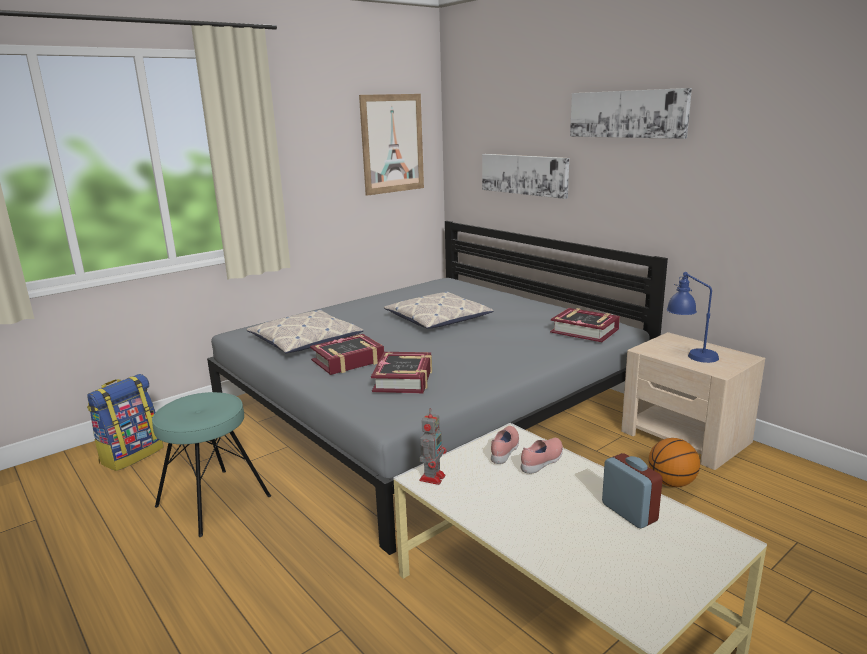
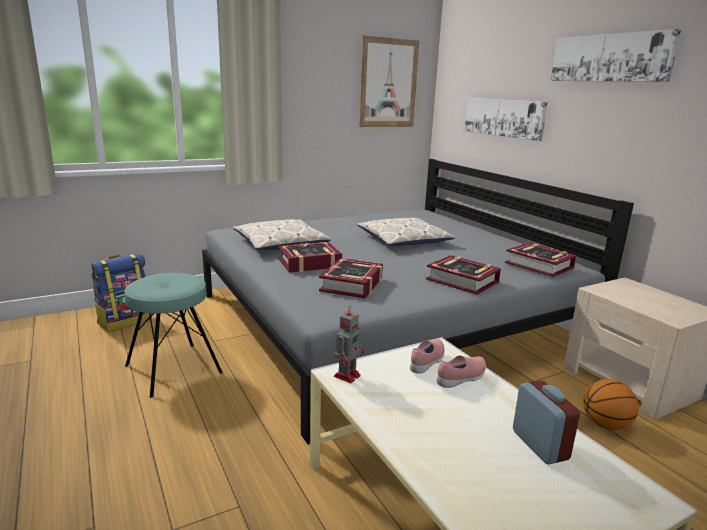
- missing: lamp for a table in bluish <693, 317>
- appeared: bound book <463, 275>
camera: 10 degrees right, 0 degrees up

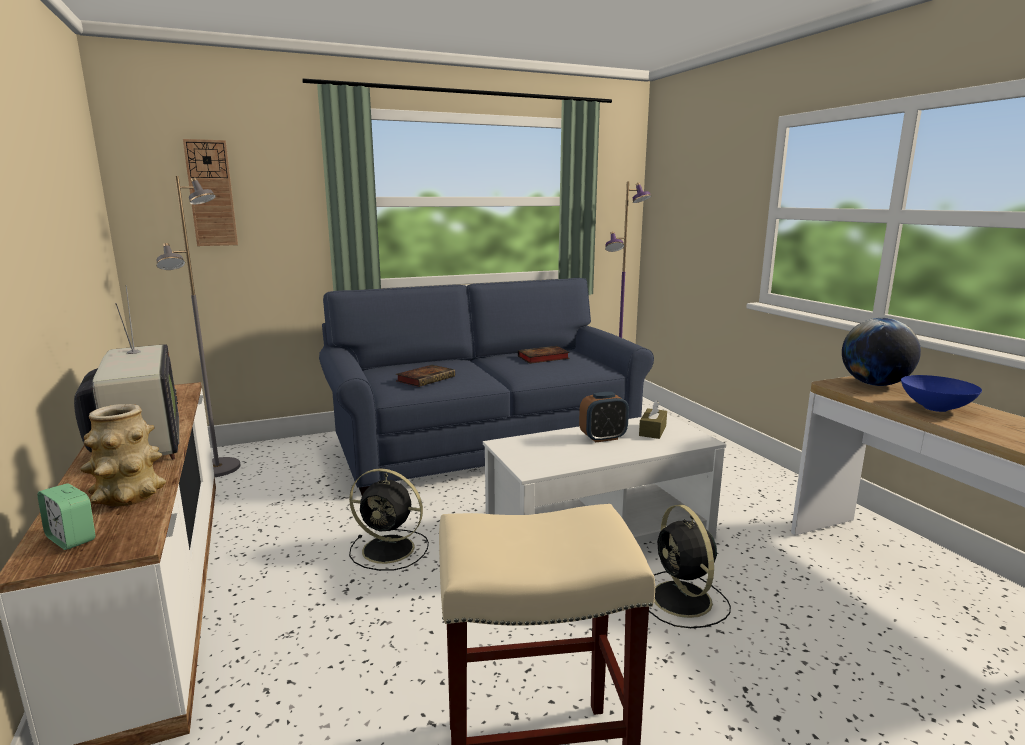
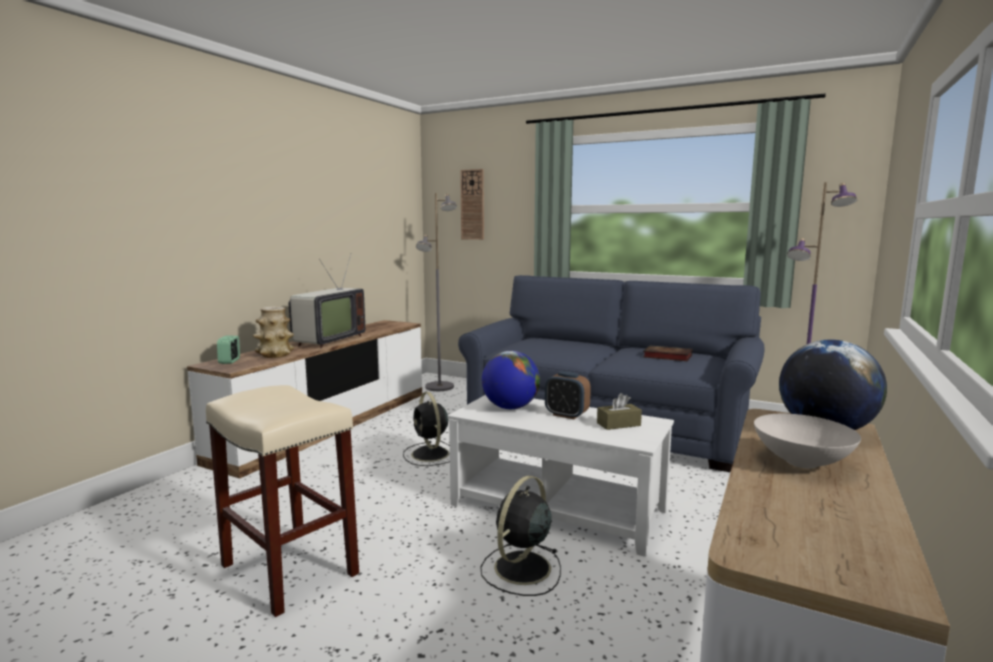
- missing: bound book <425, 376>
- appeared: desk globe <511, 380>
- colour: deep dish in bluish <941, 393> to deep dish in white-coloured <807, 441>
camera: 50 degrees right, 5 degrees down

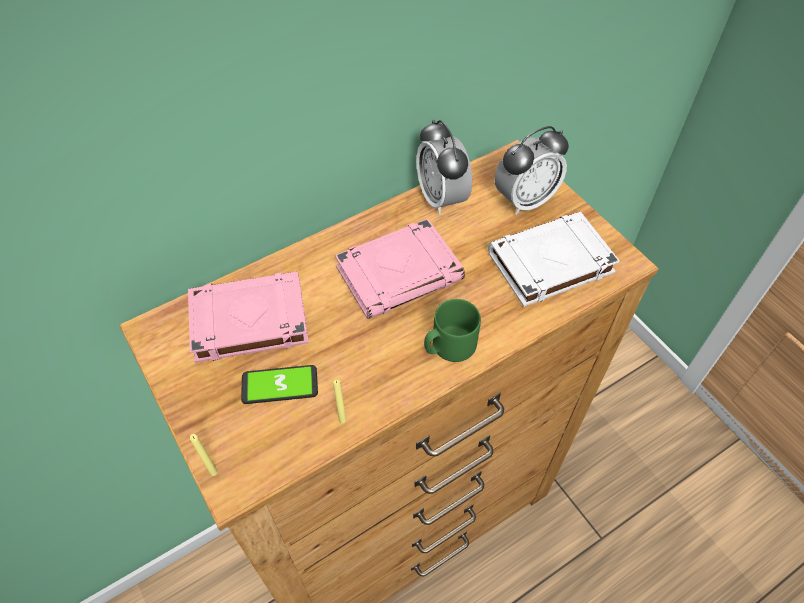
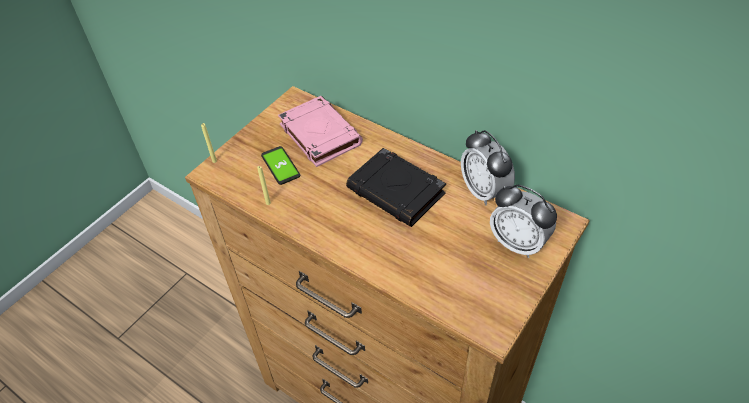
- missing: coffee mug in greenish <452, 330>
- missing: bound book in white-coloured <554, 259>
- colour: bound book in pinkish <400, 269> to bound book in blackish <396, 187>
- spun: table clock <444, 167> = <488, 168> 75 degrees counterclockwise
camera: 70 degrees right, 5 degrees down

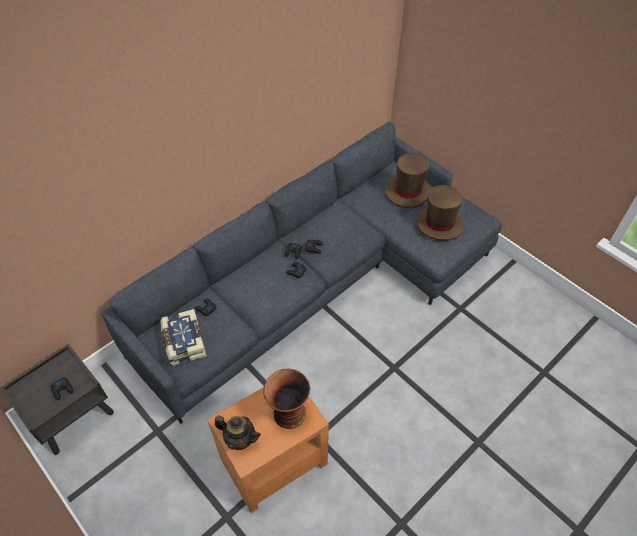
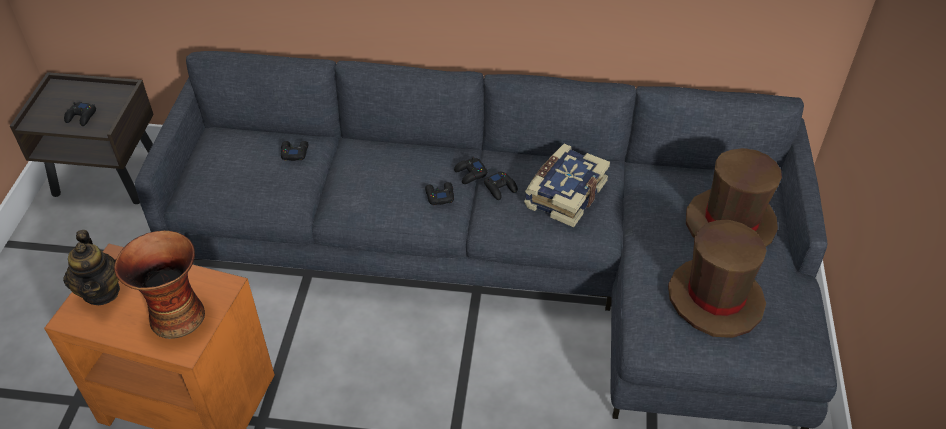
- relocated: bound book <184, 337> to <567, 185>
camera: 50 degrees right, 5 degrees down

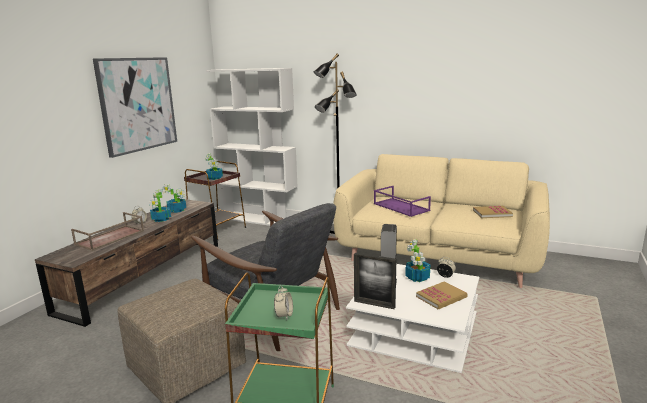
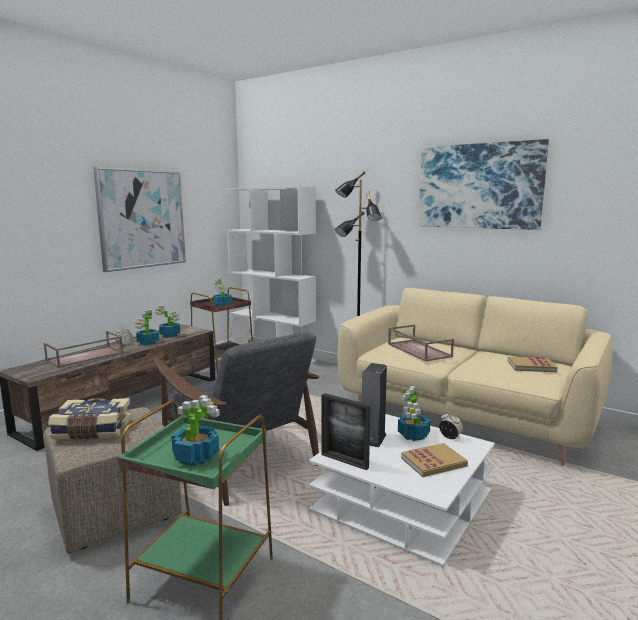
- appeared: bound book <89, 418>
- appeared: wall art <483, 184>
- exchanged: table clock <283, 302> to plant in a pot <196, 430>
- colour: carrying tray in purple-coloured <402, 201> to carrying tray in brownish <421, 343>
camera: 10 degrees right, 5 degrees down

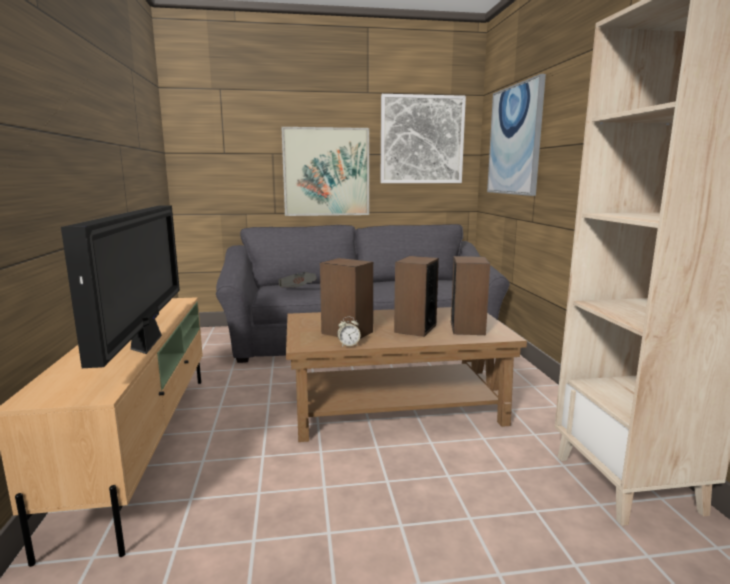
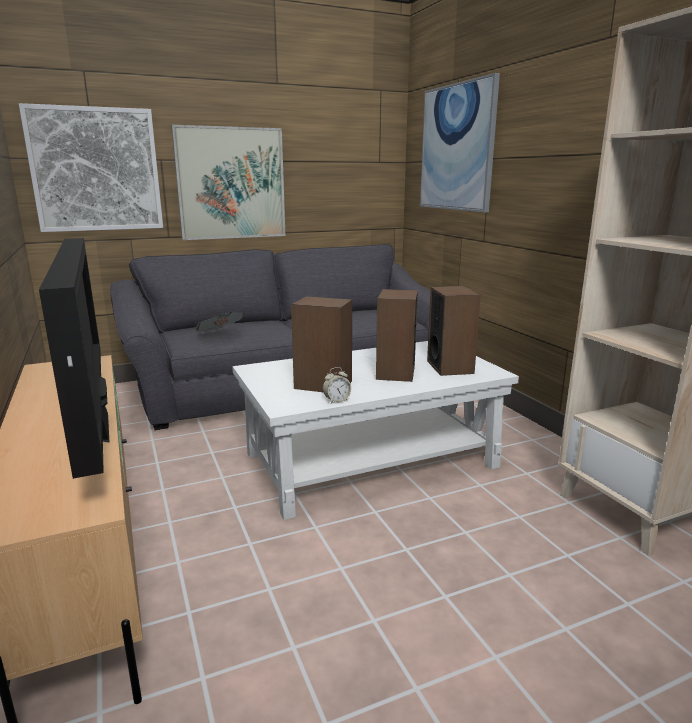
- relocated: wall art <423, 138> to <91, 167>
- colour: lounge table in brownish <406, 374> to lounge table in white-coloured <375, 430>
camera: 15 degrees left, 5 degrees up

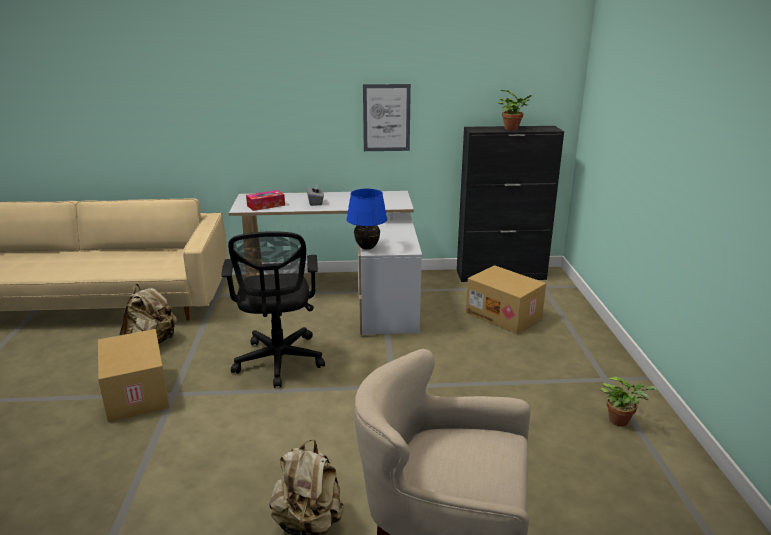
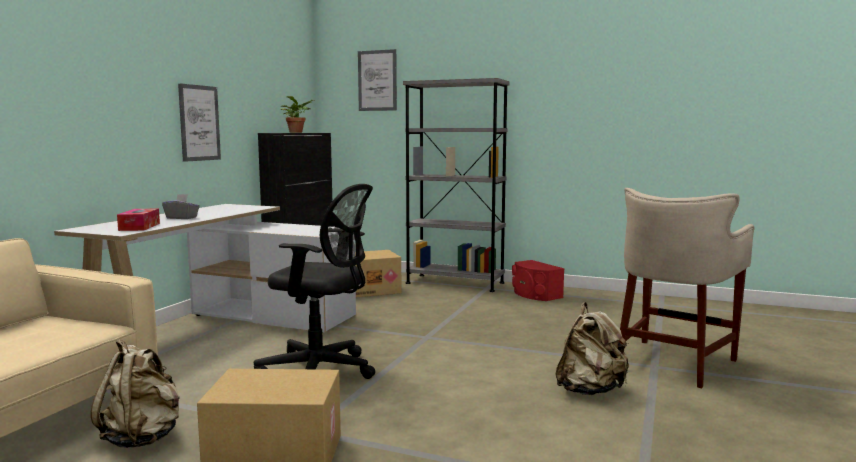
- missing: lamp for a table in bluish <367, 219>
- appeared: wall art <377, 80>
- appeared: shelving unit in greyish <456, 185>
- exchanged: plant in a pot <629, 401> to loudspeaker in red-coloured <538, 280>
camera: 65 degrees left, 15 degrees down

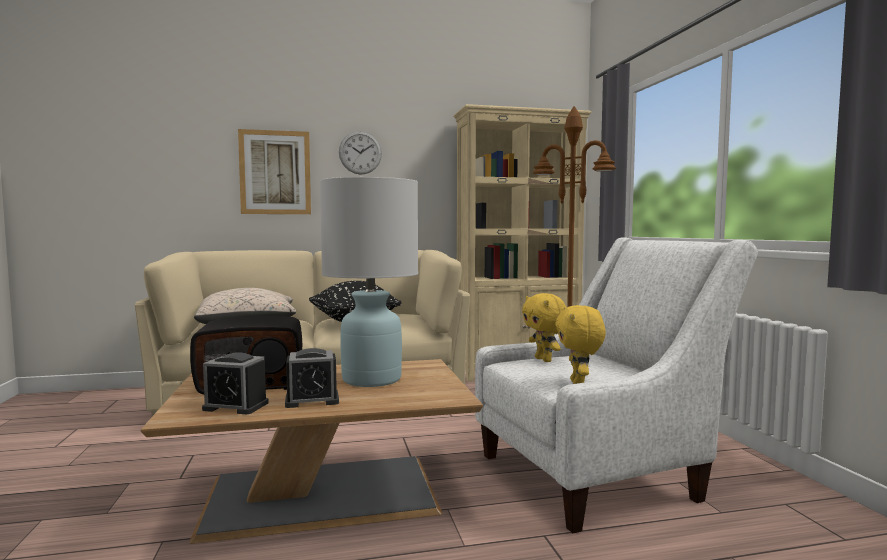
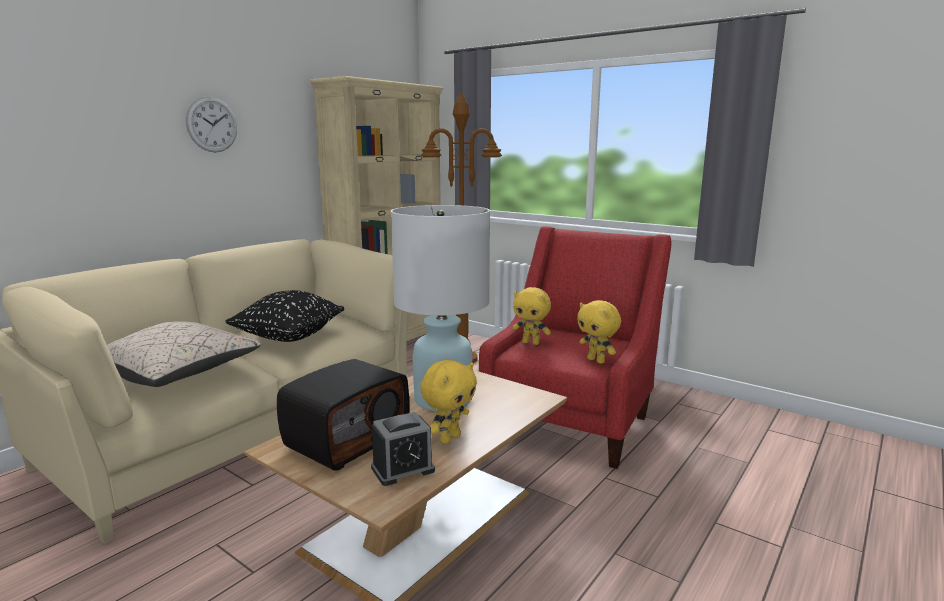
- missing: wall art <274, 171>
- exchanged: table clock <312, 378> to soft toy in yellow-coloured <448, 402>
- colour: lounge chair in white-coloured <616, 385> to lounge chair in red-coloured <575, 347>
camera: 40 degrees left, 10 degrees up

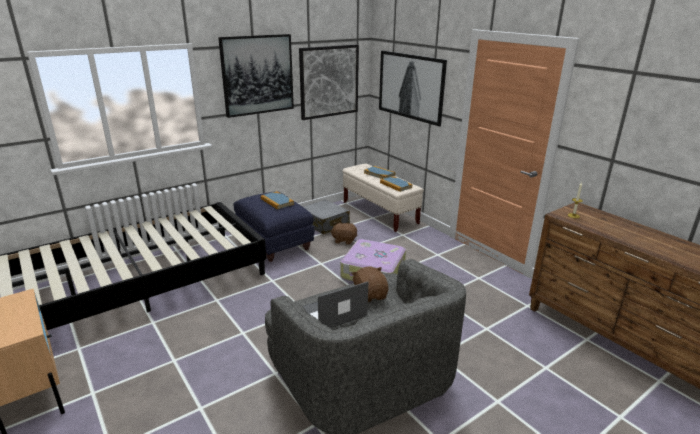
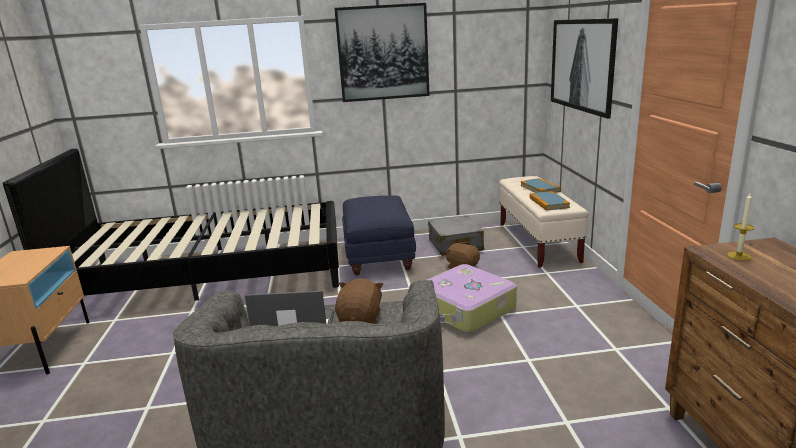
- missing: bound book <277, 200>
- missing: wall art <329, 82>
camera: 30 degrees right, 5 degrees down

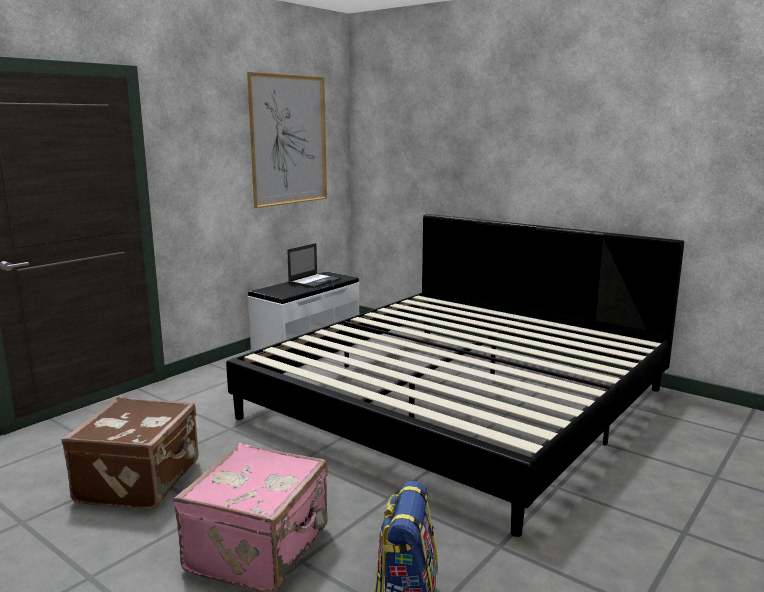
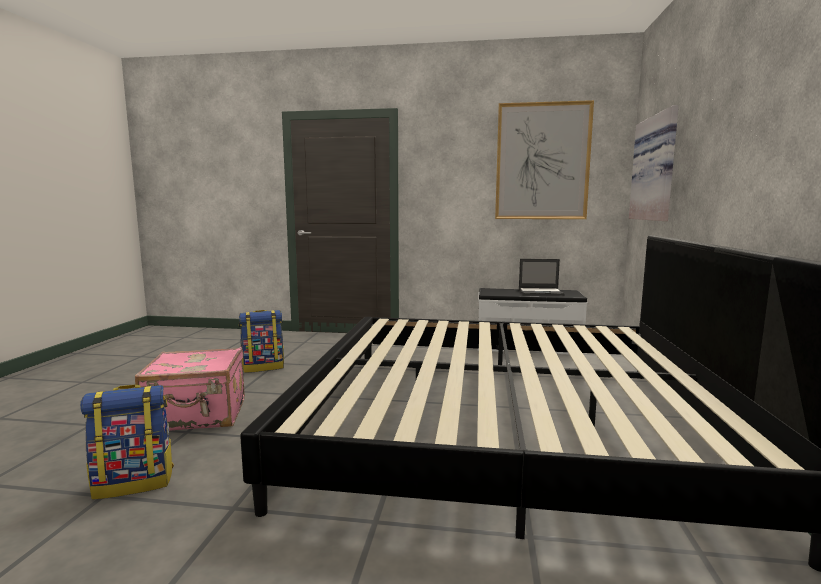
- appeared: wall art <654, 163>
- exchanged: piece of luggage in brownish <130, 453> to knapsack <261, 341>
camera: 60 degrees right, 5 degrees down

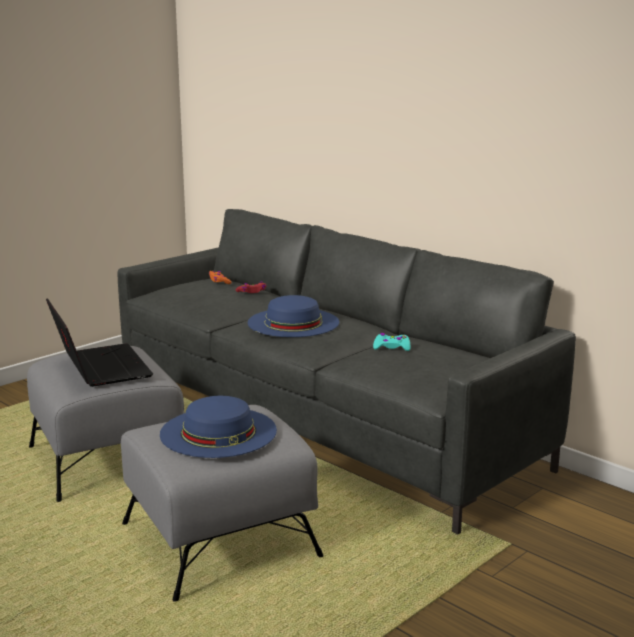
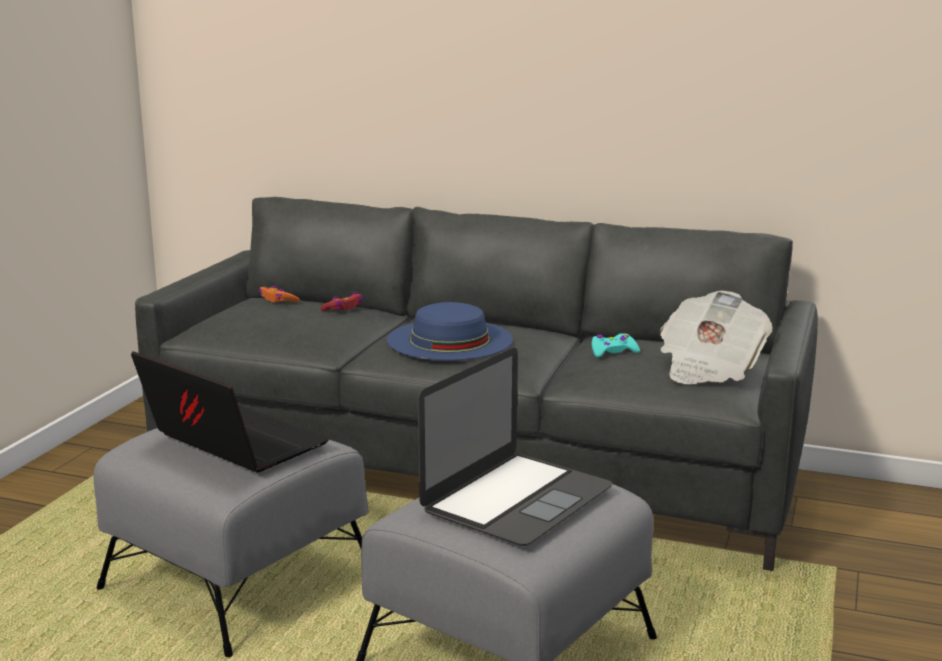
- appeared: newspaper <716, 337>
- exchanged: hat in bluish <218, 427> to portable computer <515, 447>
camera: 25 degrees left, 0 degrees up

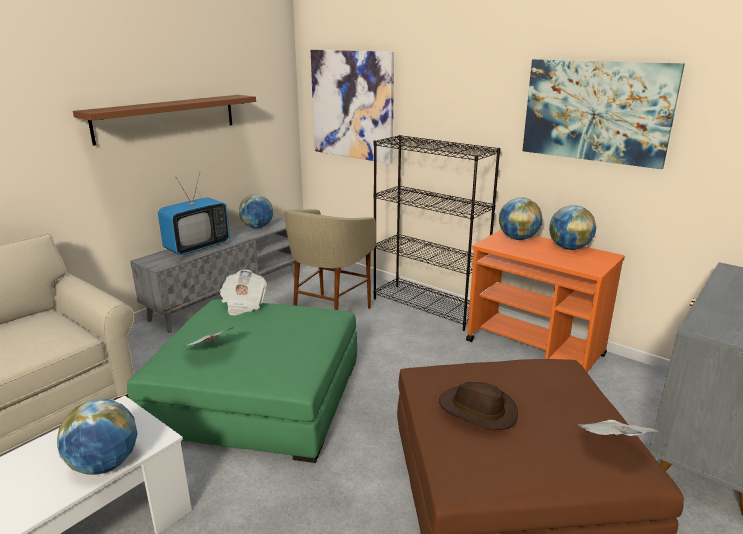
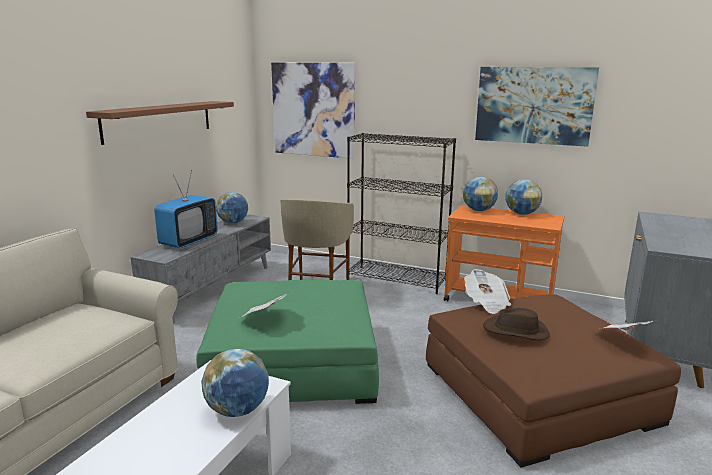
- relocated: newspaper <243, 293> to <487, 291>
camera: 15 degrees left, 5 degrees down

